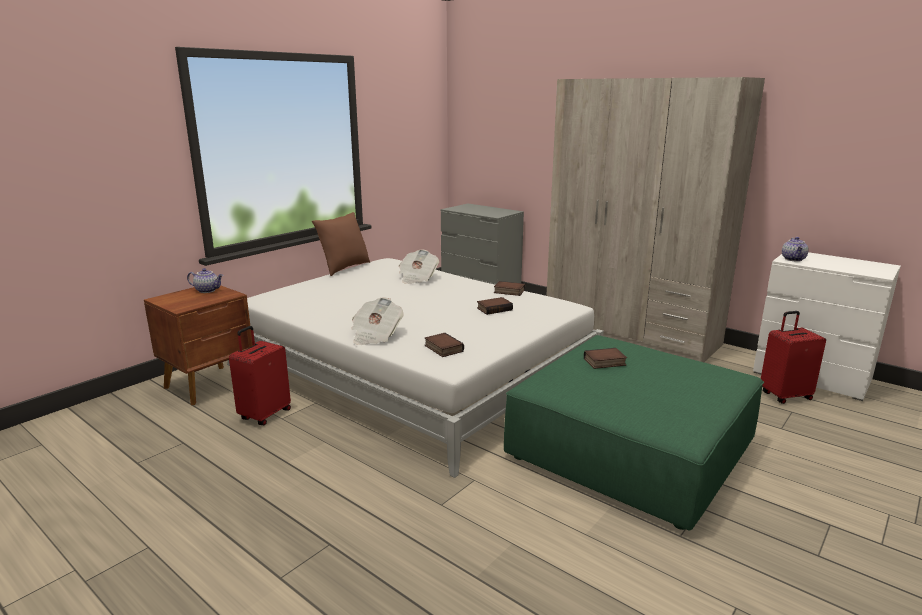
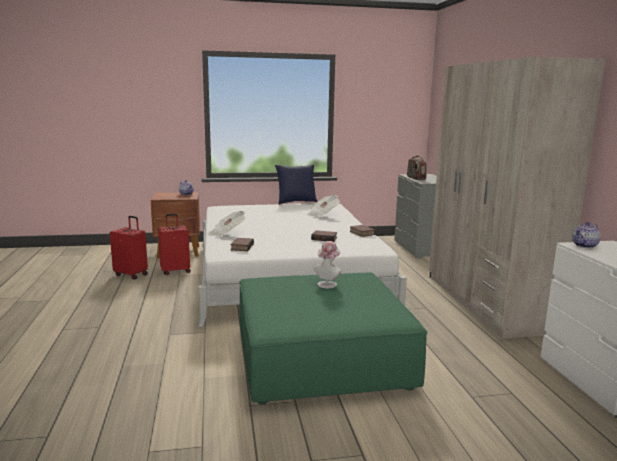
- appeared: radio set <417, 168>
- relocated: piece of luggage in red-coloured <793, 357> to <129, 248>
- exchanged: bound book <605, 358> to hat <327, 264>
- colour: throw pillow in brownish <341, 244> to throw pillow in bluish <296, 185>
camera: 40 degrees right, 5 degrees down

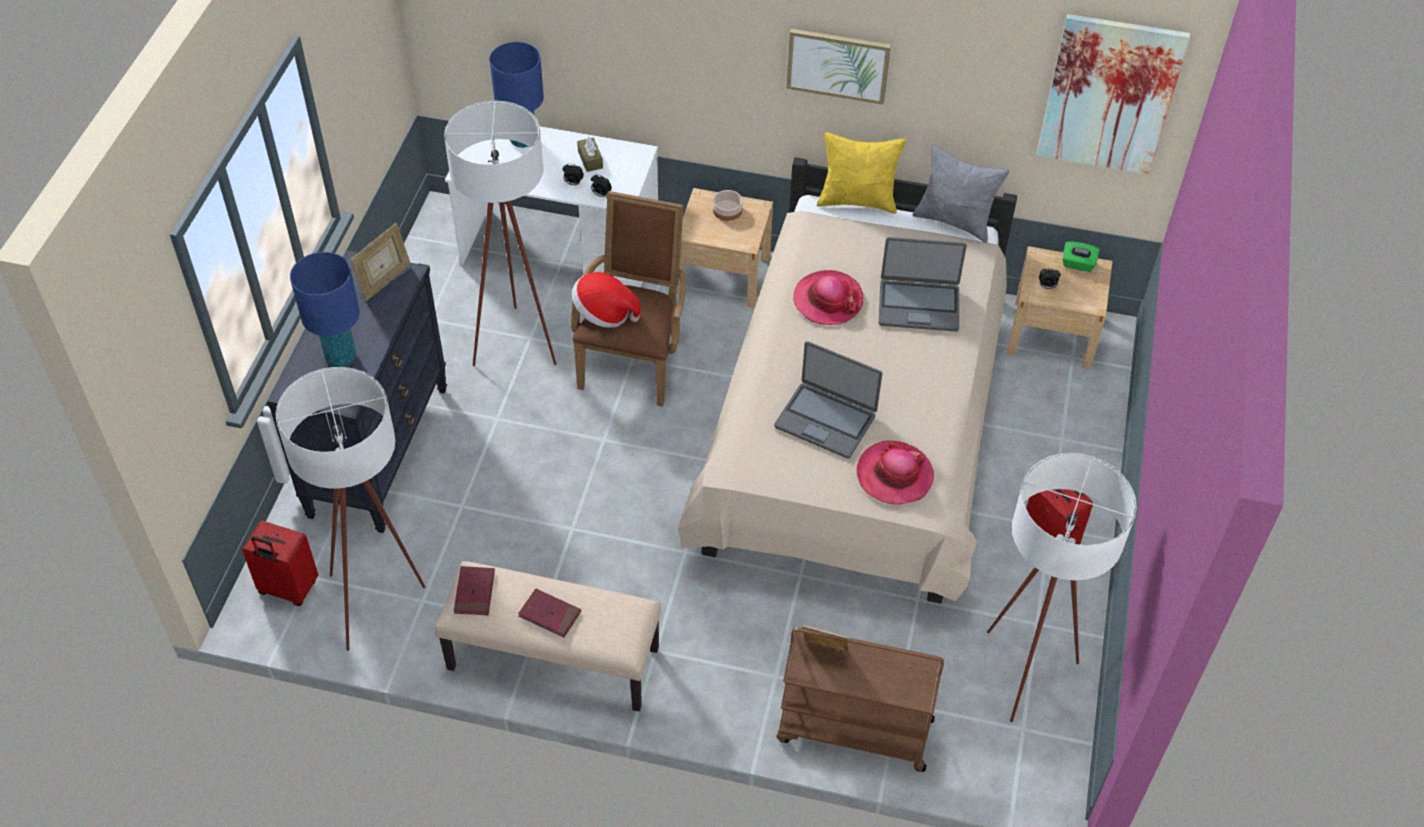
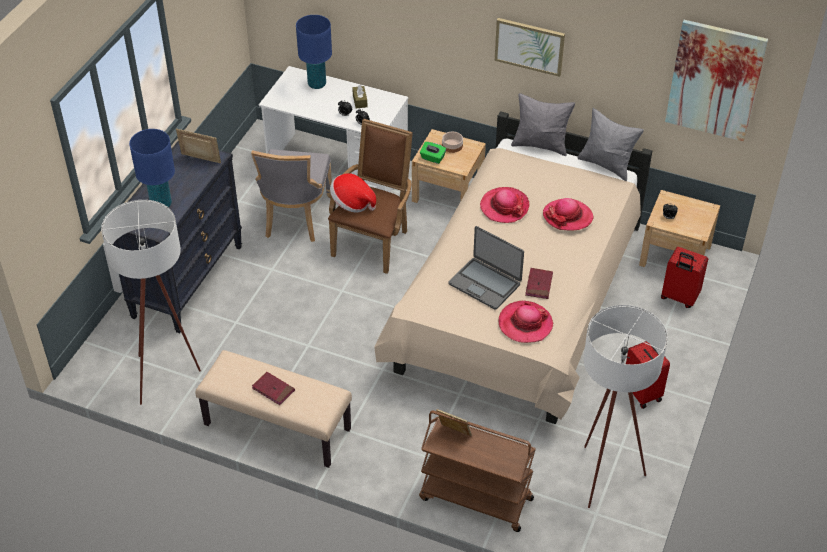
- relocated: piece of luggage in red-coloured <280, 563> to <684, 277>
- relocated: bound book in red-coloured <474, 591> to <539, 283>
- relocated: tissue box in greenish <1081, 257> to <433, 153>
- exchanged: standard lamp in white-coloured <500, 233> to upright chair in greyish <291, 195>
- exchanged: portable computer <923, 284> to hat <568, 214>
- colour: throw pillow in yellow-coloured <861, 173> to throw pillow in greyish <543, 124>
- spun: standing frame <380, 261> = <198, 146> 120 degrees counterclockwise
camera: 10 degrees right, 5 degrees down

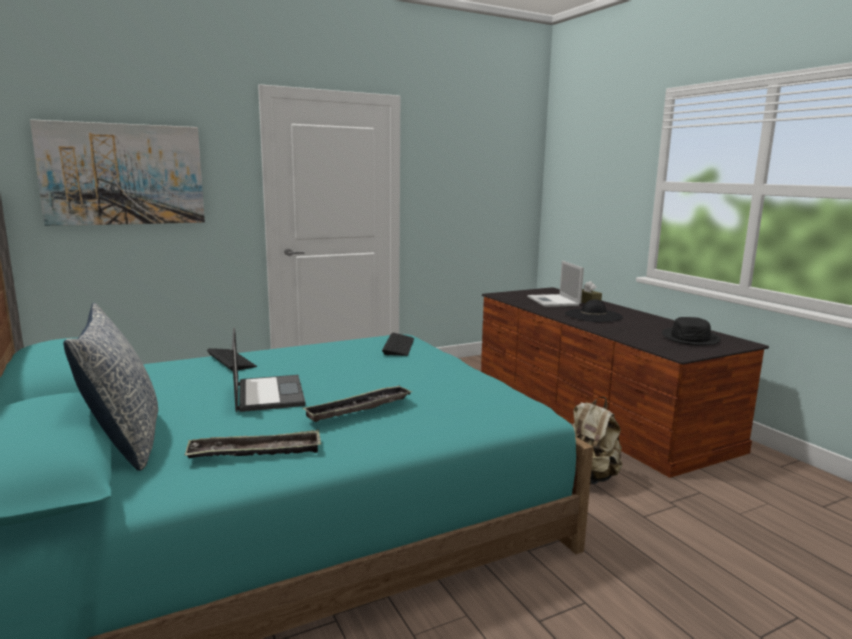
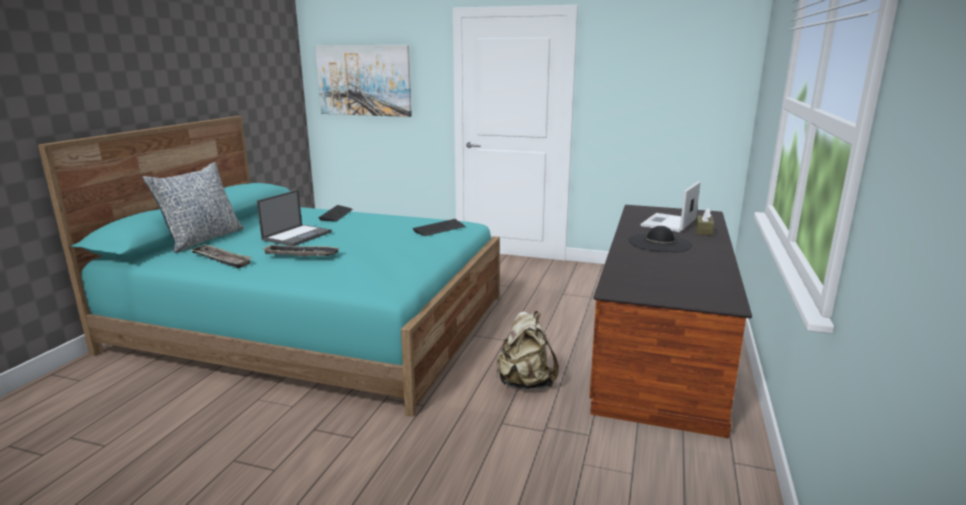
- missing: hat in blackish <691, 331>
camera: 45 degrees right, 5 degrees up

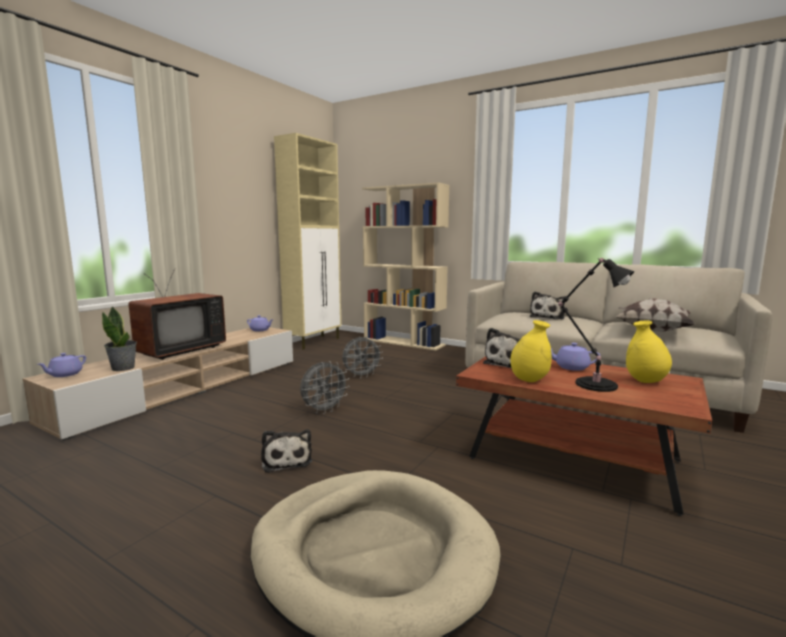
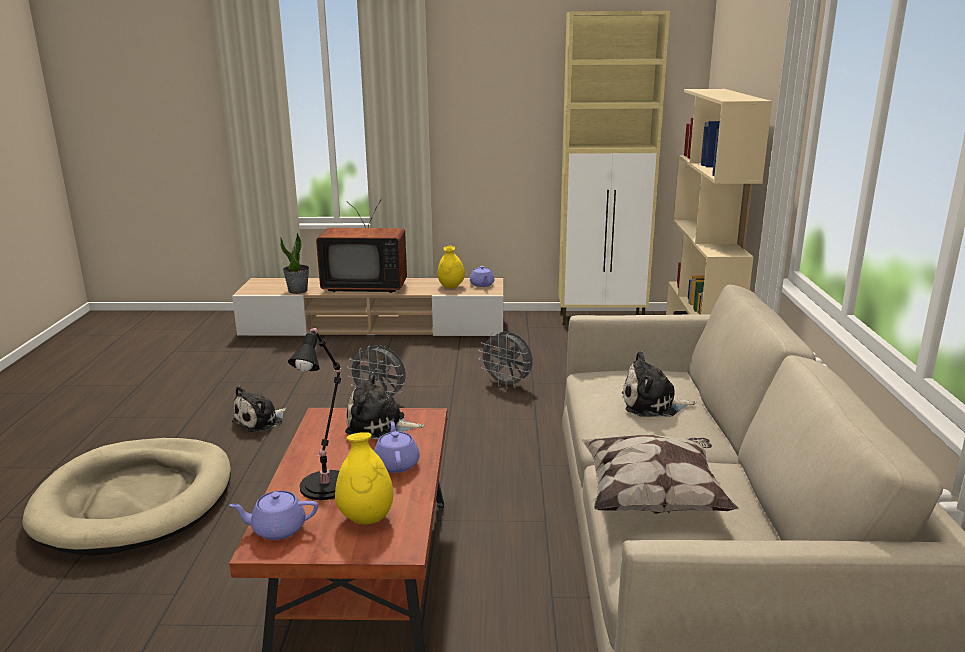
- relocated: teapot in purple-coloured <61, 365> to <273, 515>
- relocated: vase in yellow-coloured <531, 351> to <451, 267>
camera: 60 degrees right, 10 degrees up

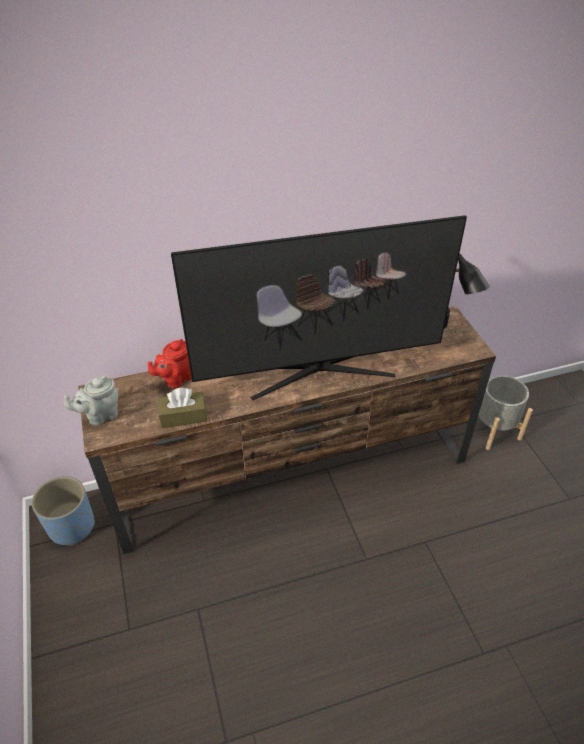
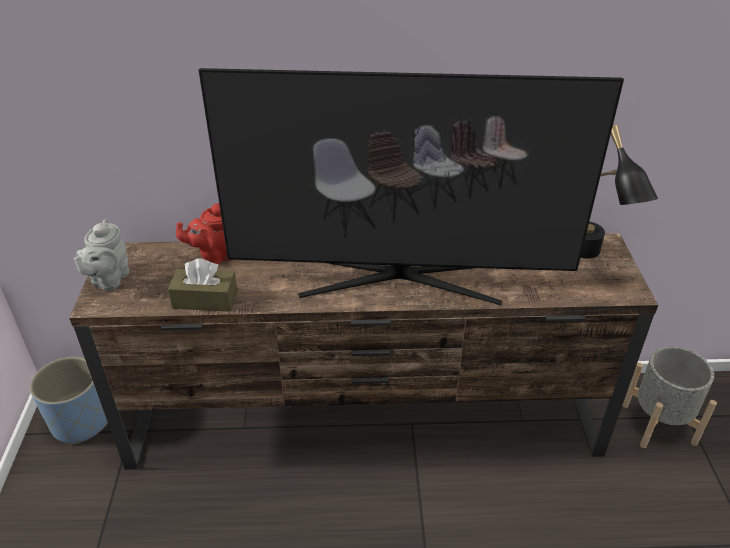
- spun: teapot in greyish <91, 401> = <101, 255> 60 degrees counterclockwise
camera: 15 degrees right, 5 degrees down

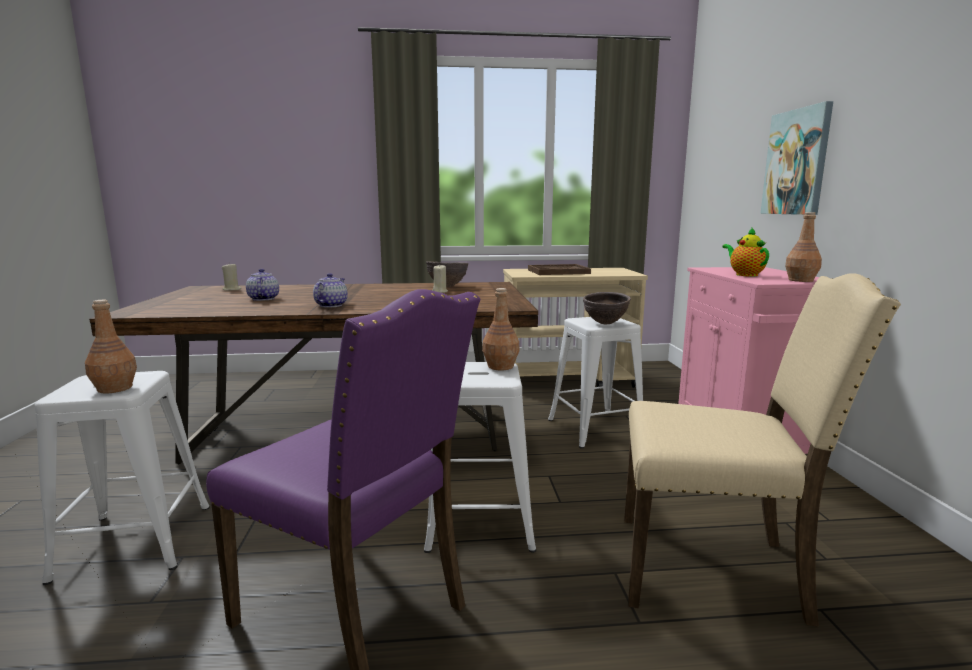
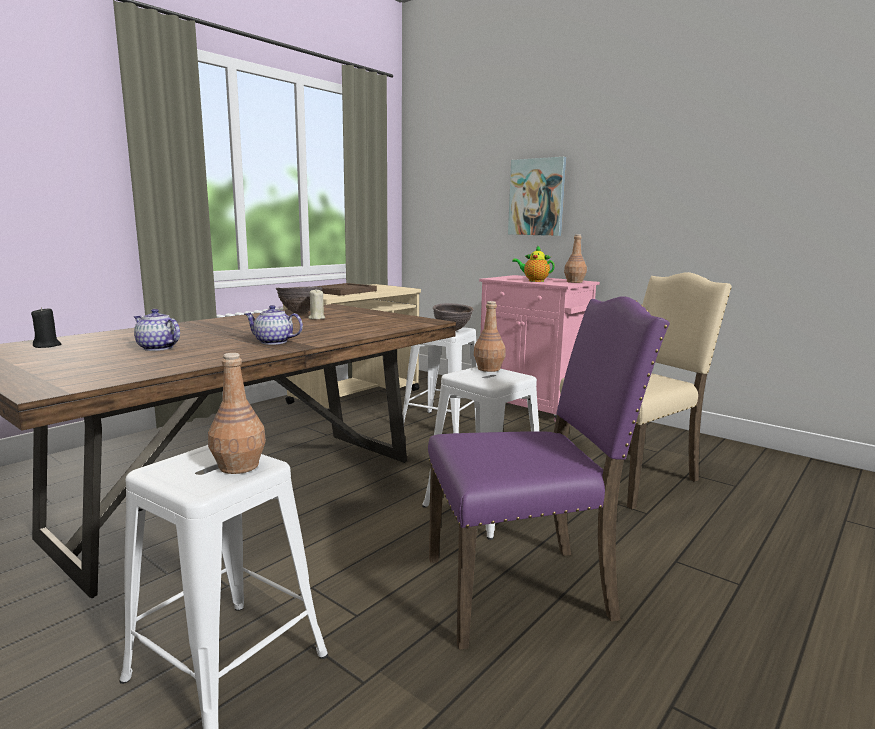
- colour: wax candle in beige <232, 277> to wax candle in blackish <46, 327>
- spun: teapot <330, 290> = <274, 325> 45 degrees counterclockwise
camera: 45 degrees left, 0 degrees up

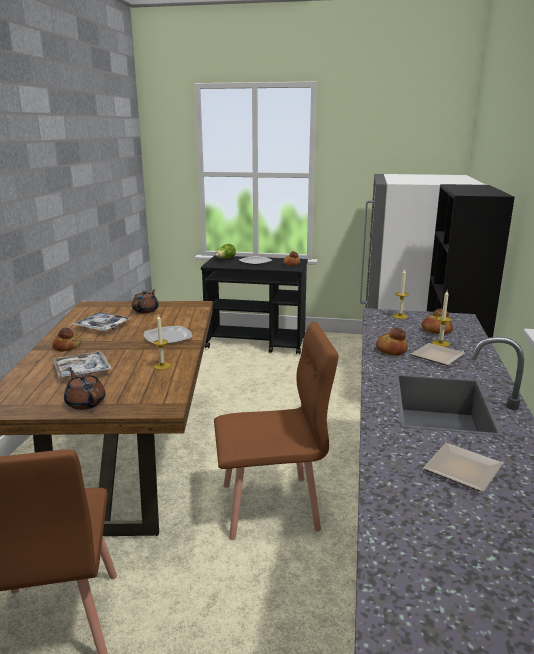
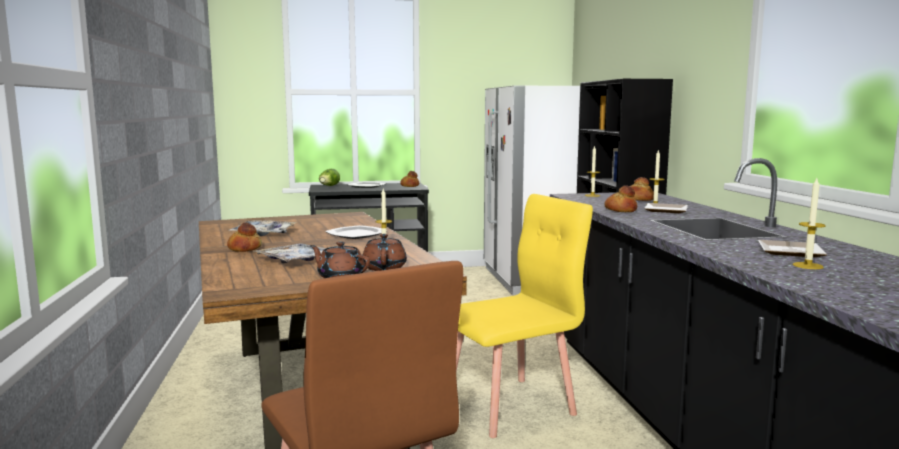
- appeared: wax candle <809, 223>
- relocated: teapot in brownish <145, 301> to <385, 252>
- colour: upright chair in brownish <276, 431> to upright chair in yellow-coloured <524, 316>
camera: 20 degrees left, 10 degrees down

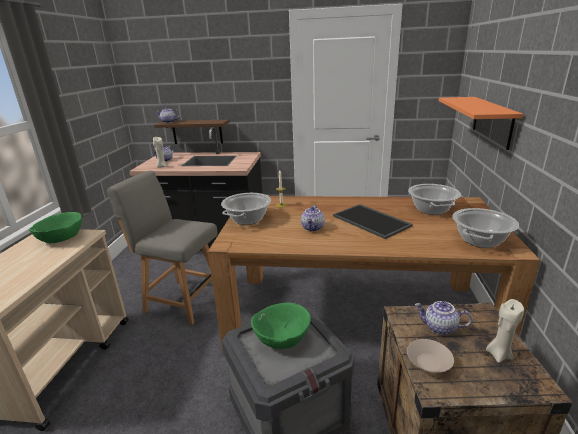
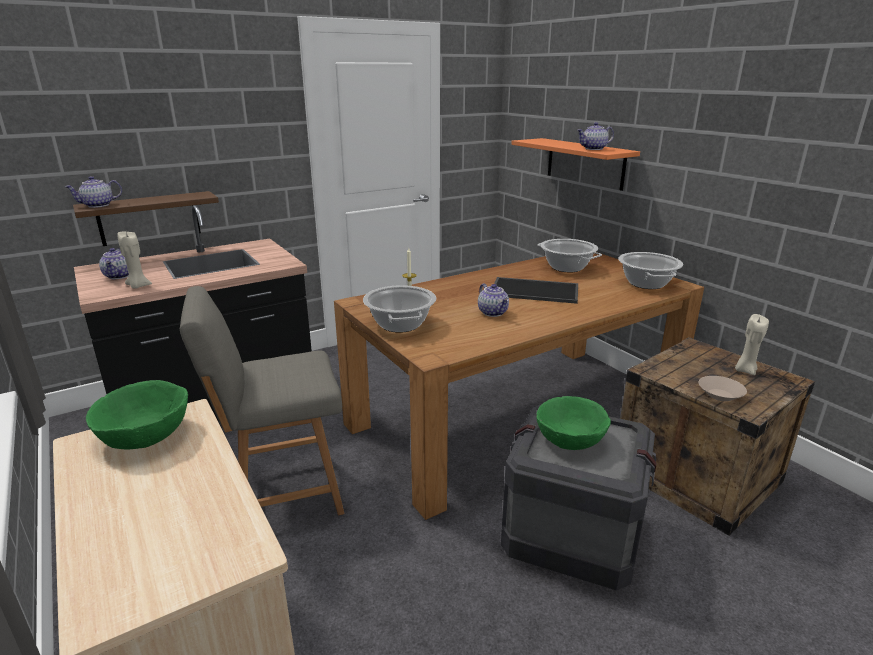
- relocated: teapot <443, 318> to <595, 136>
camera: 40 degrees left, 0 degrees up

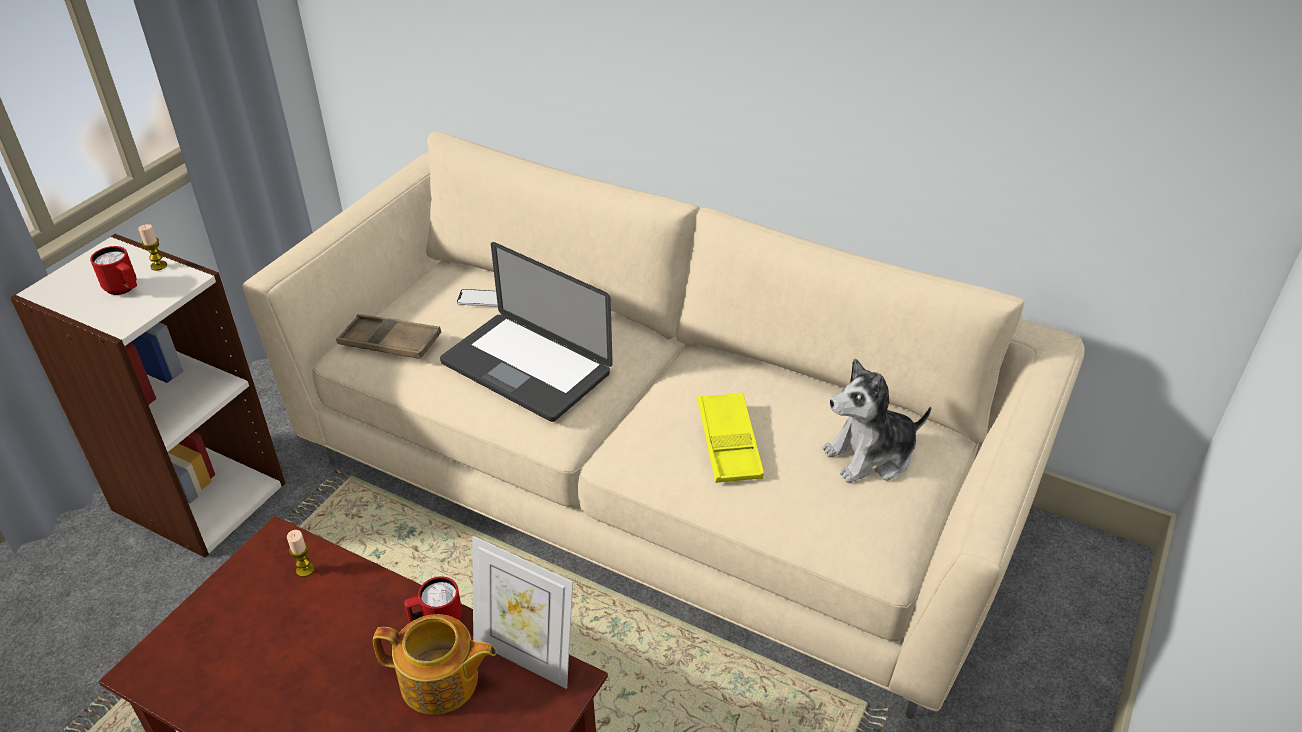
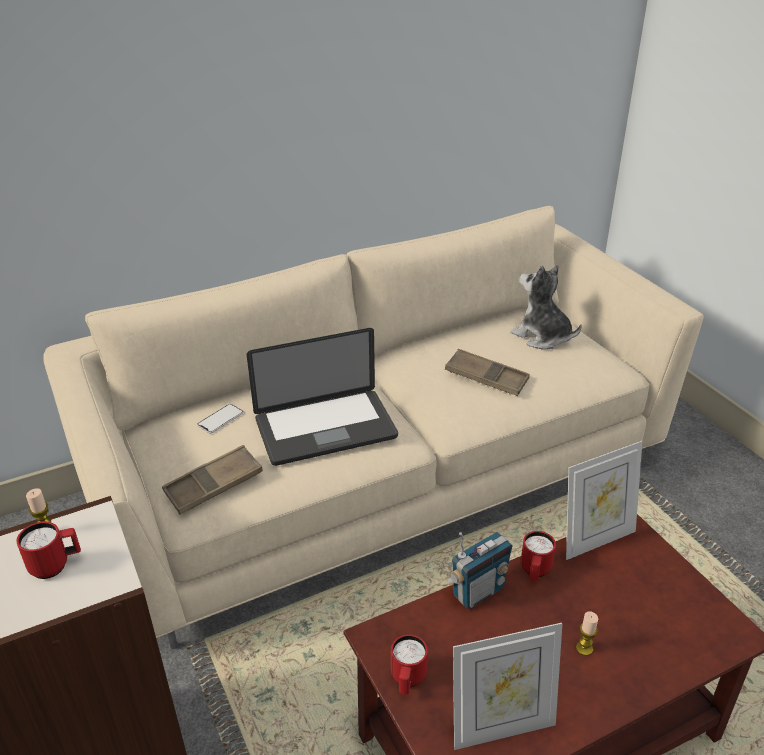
- missing: teapot <435, 664>
- appeared: coffee mug in red-coloured <409, 664>
- appeared: radio set <478, 570>
- appeared: standing frame <507, 686>
- relocated: wax candle <300, 553> to <587, 633>
- colour: carrying tray in yellow-coloured <731, 437> to carrying tray in brownish <487, 372>
- spun: soft toy <877, 420> = <546, 307> 120 degrees clockwise
camera: 55 degrees left, 5 degrees down

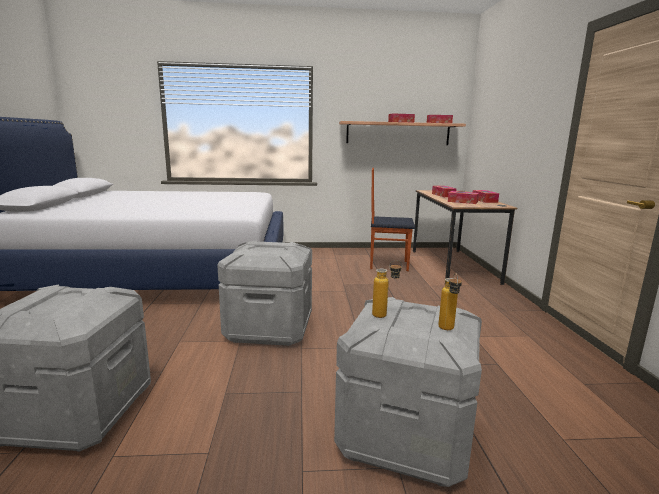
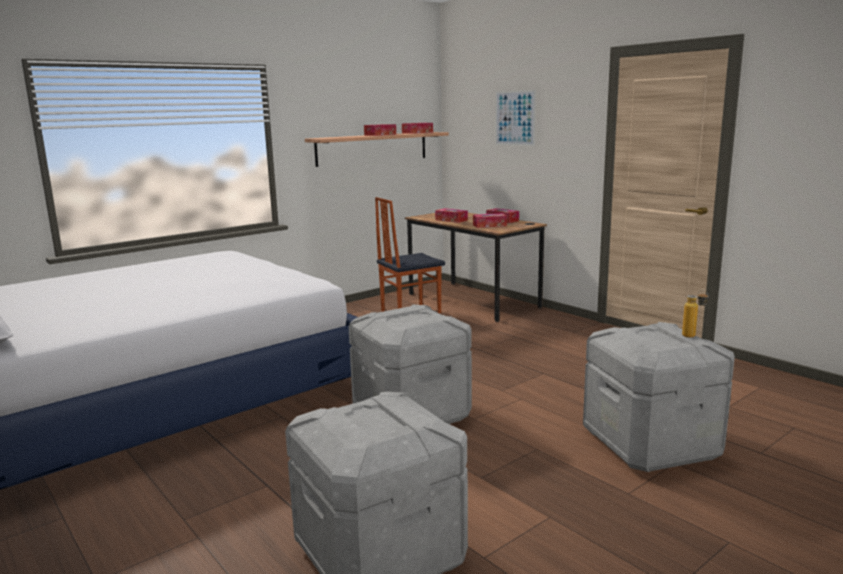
- missing: beverage bottle <387, 289>
- appeared: wall art <515, 118>
camera: 35 degrees left, 0 degrees up

